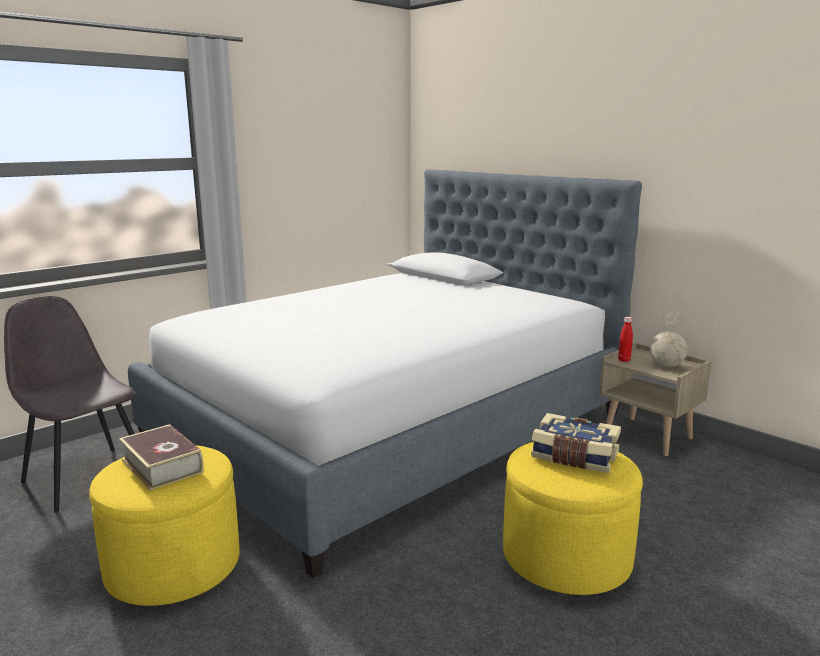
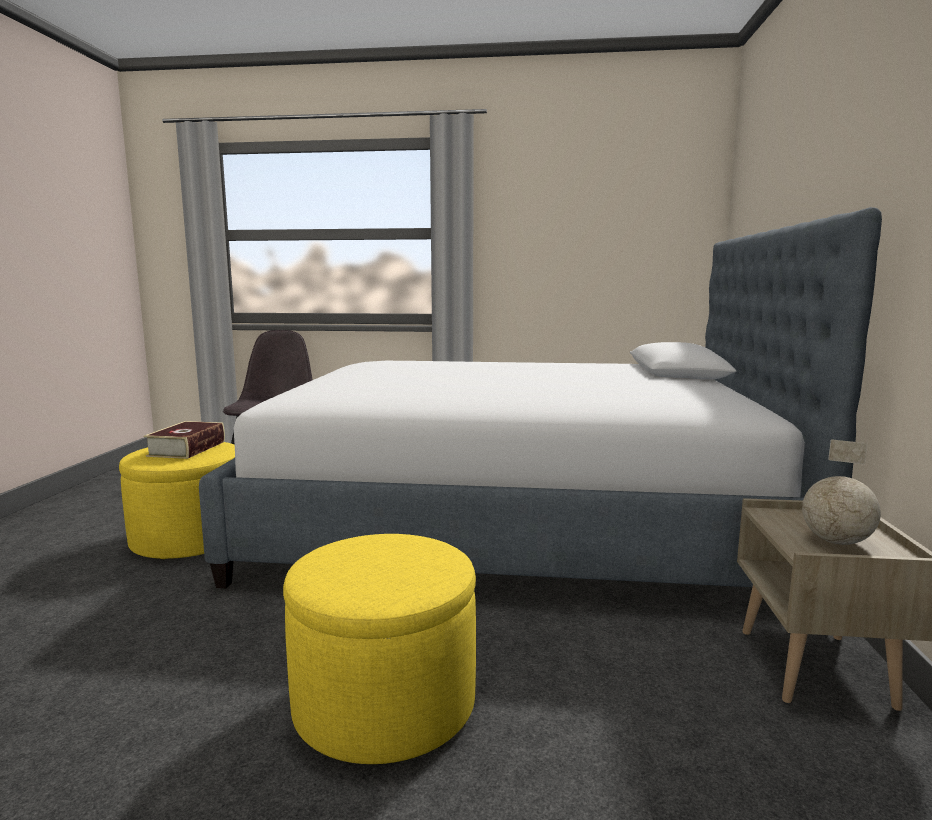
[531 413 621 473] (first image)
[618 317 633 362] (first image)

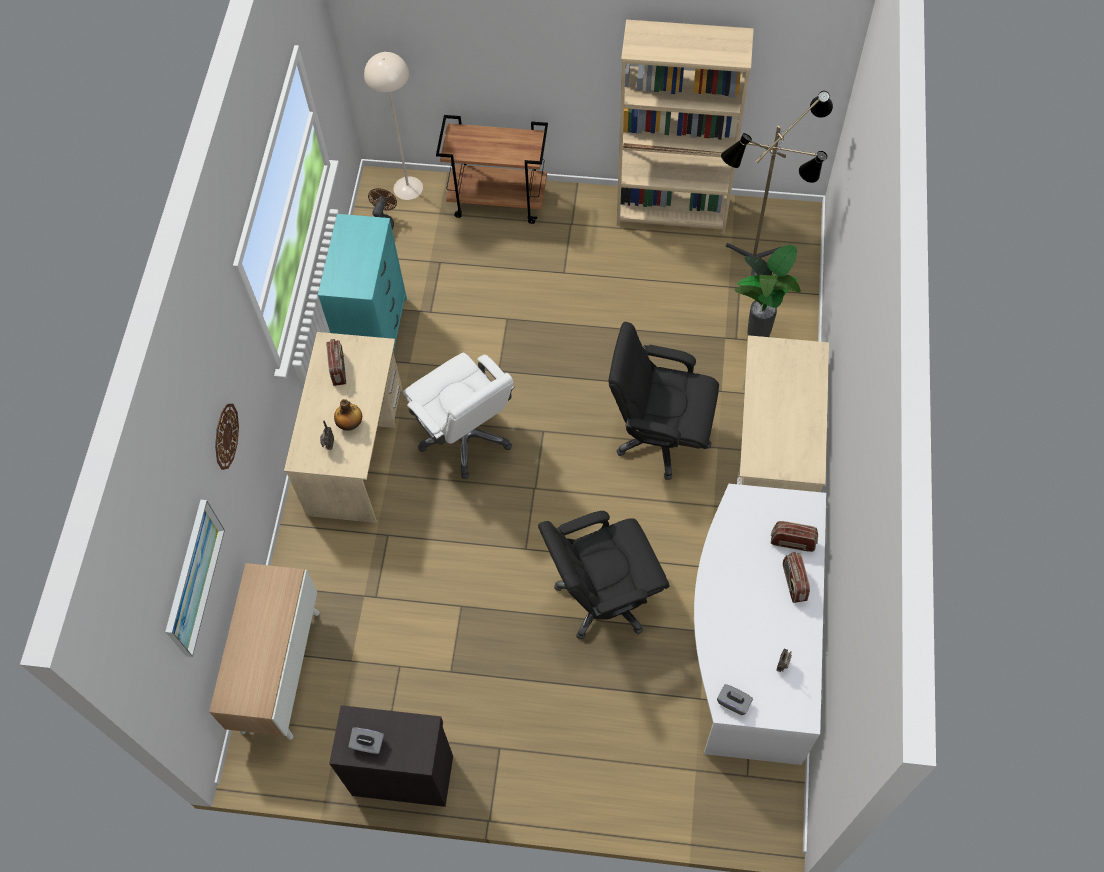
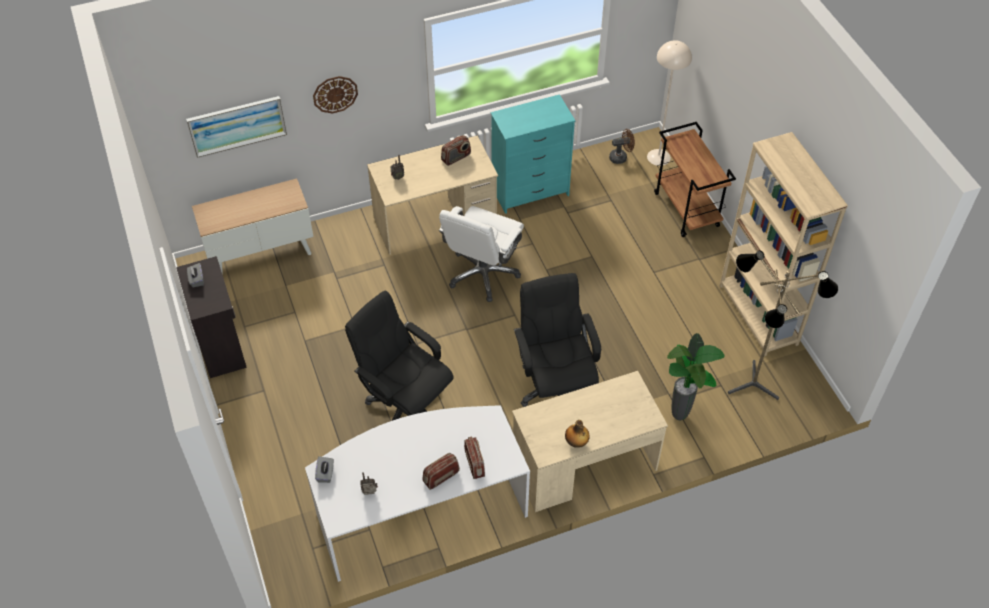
[565 420 590 448]

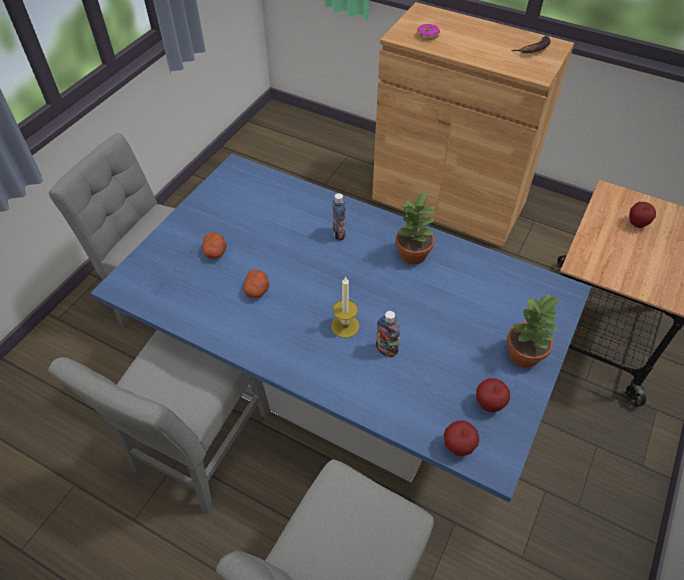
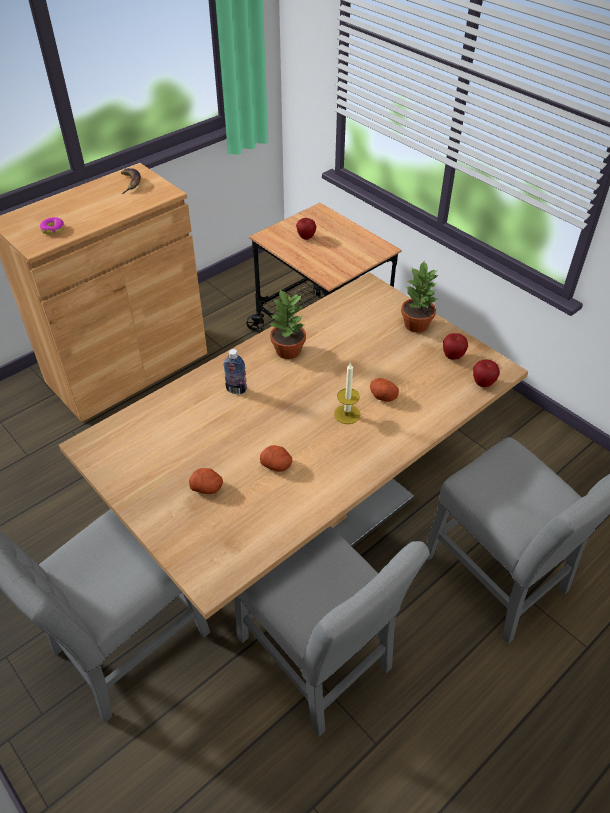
[59 272 528 620]
[370 378 399 402]

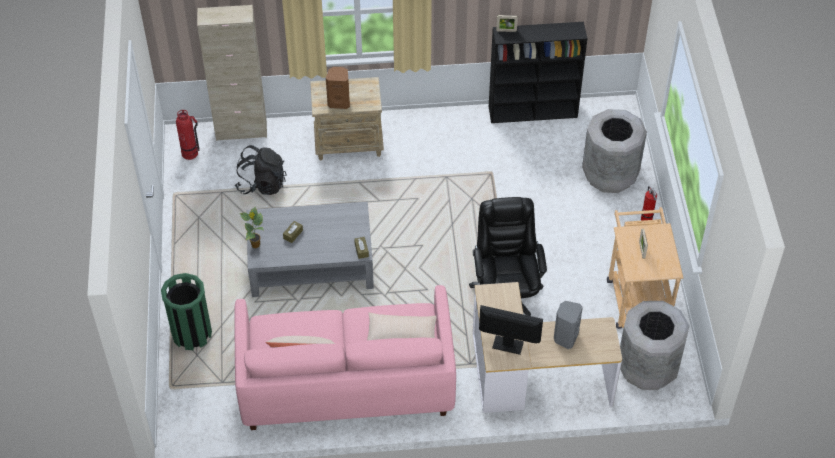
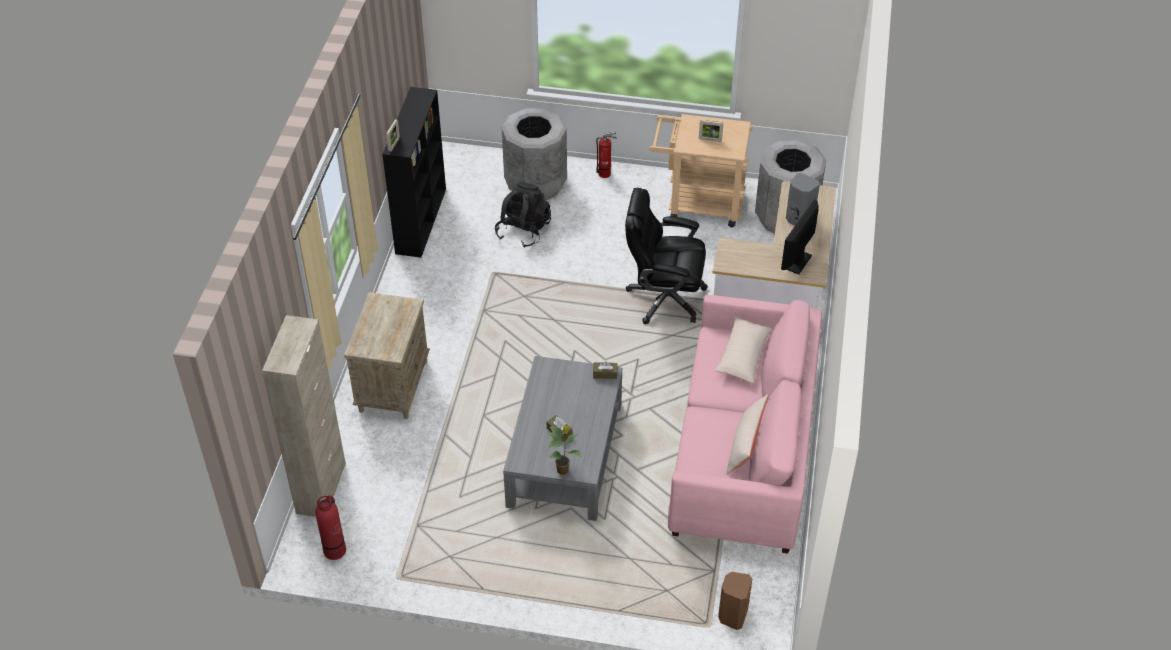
[161 273 212 350] (first image)
[495 182 551 248]
[718 572 752 630]

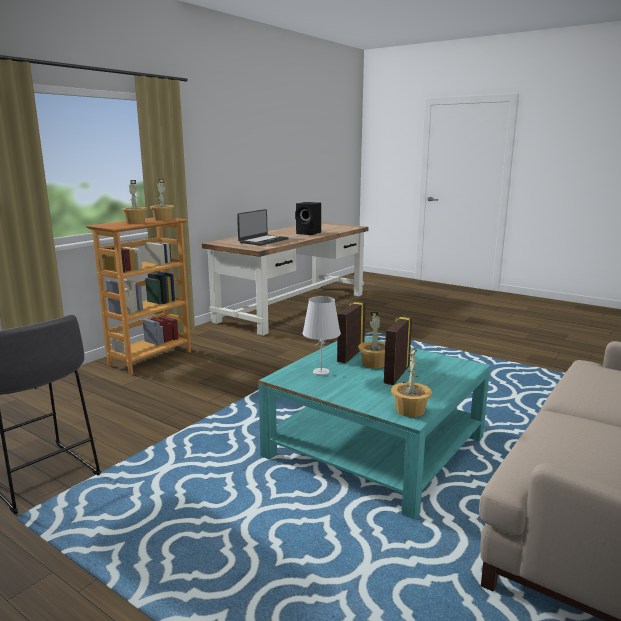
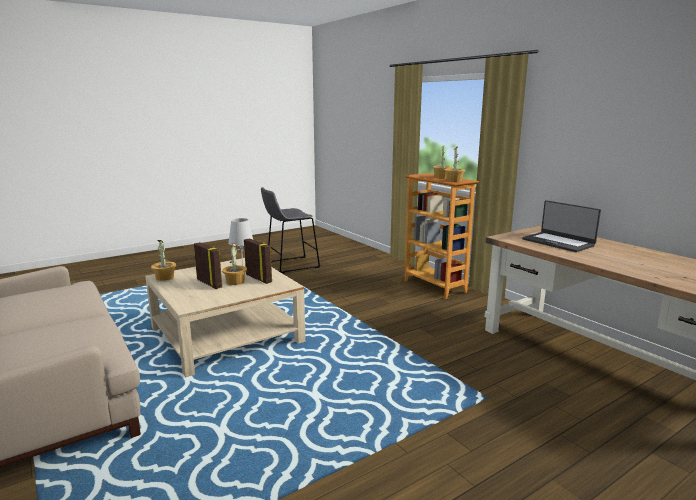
[145 258 306 377]
[295 202 321 235] (first image)

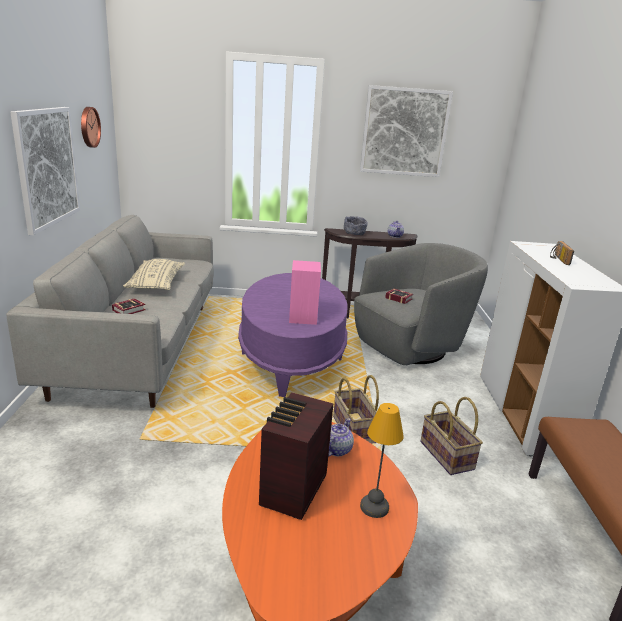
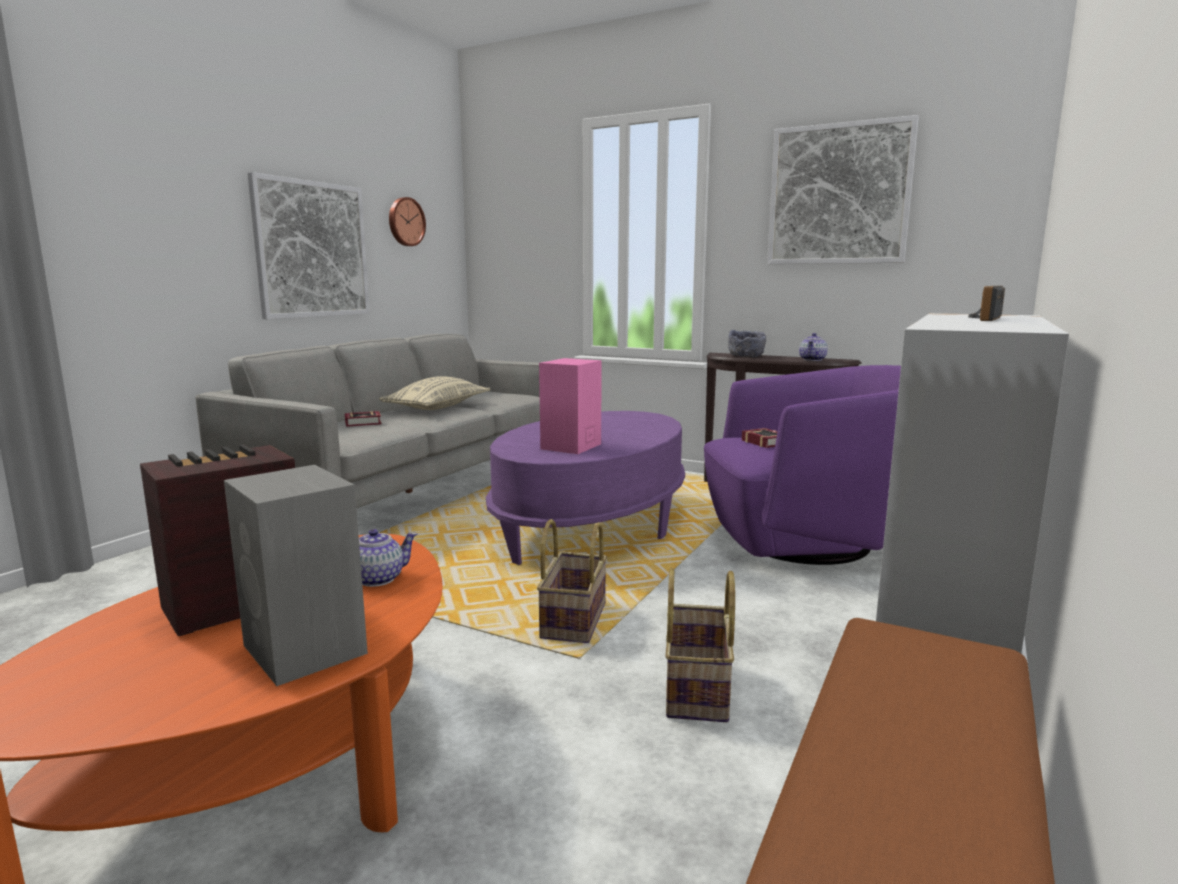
[704 365 901 565]
[224 465 368 686]

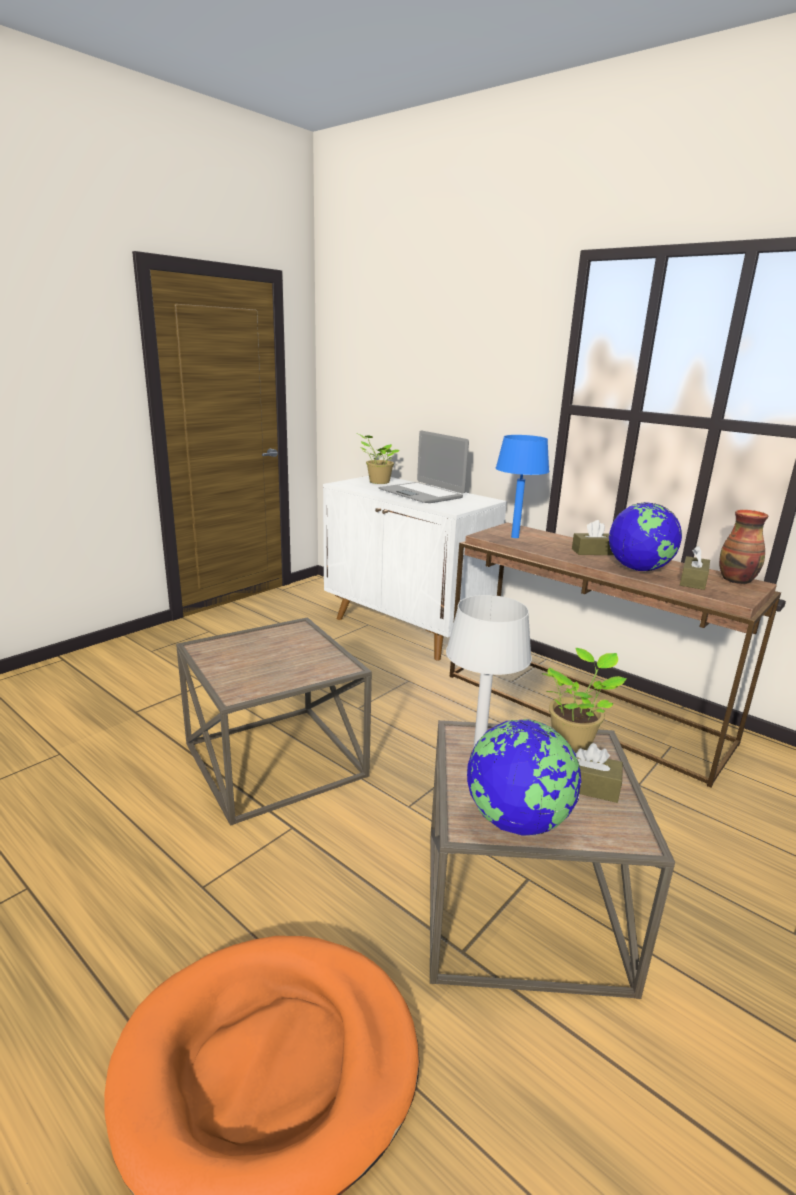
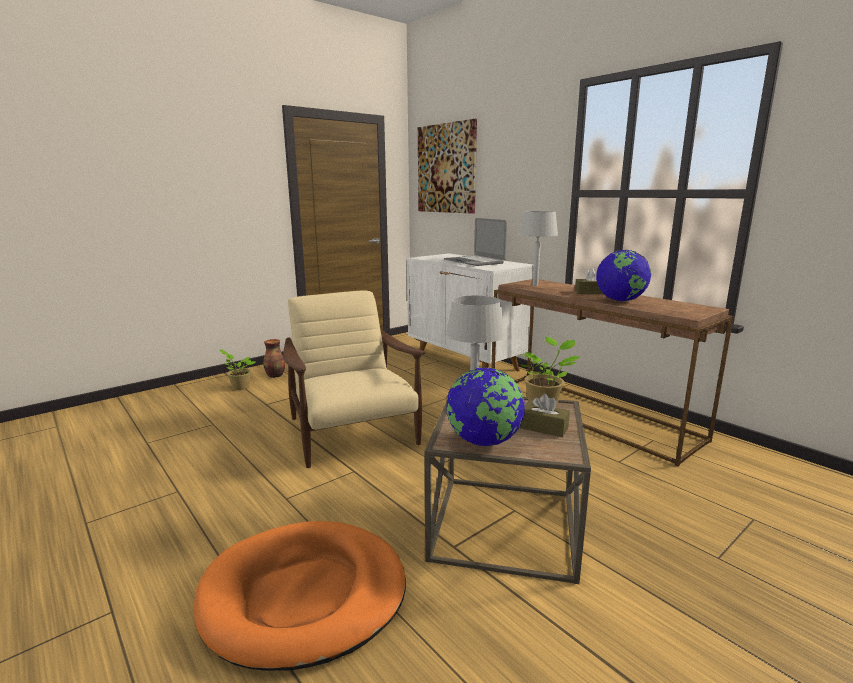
[283 290 426 468]
[219 349 255 390]
[519 211 558 286]
[680 546 710 590] (first image)
[263 339 285 378]
[418 119 477 214]

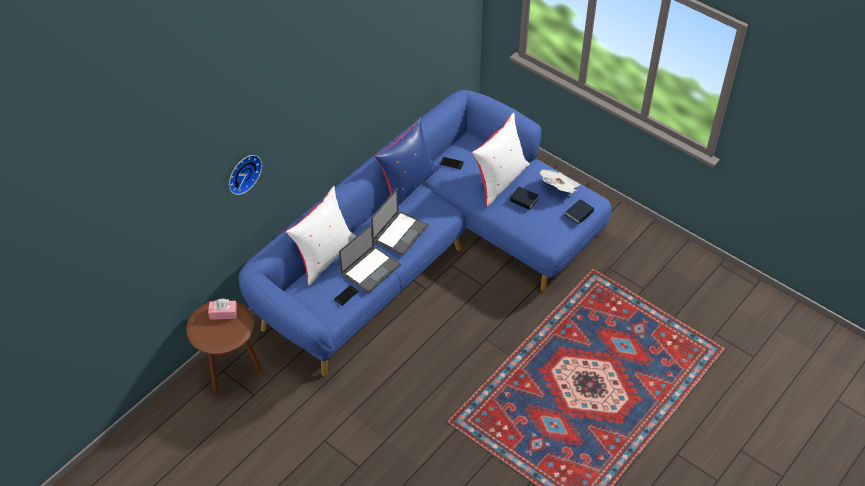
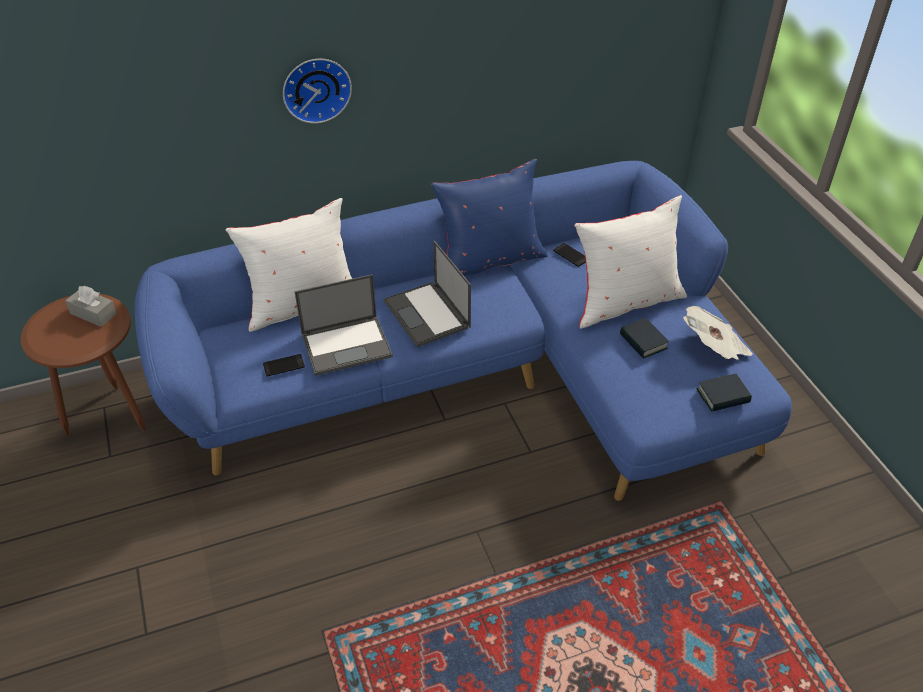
[65 286 117 327]
[283 58 352 124]
[384 241 471 347]

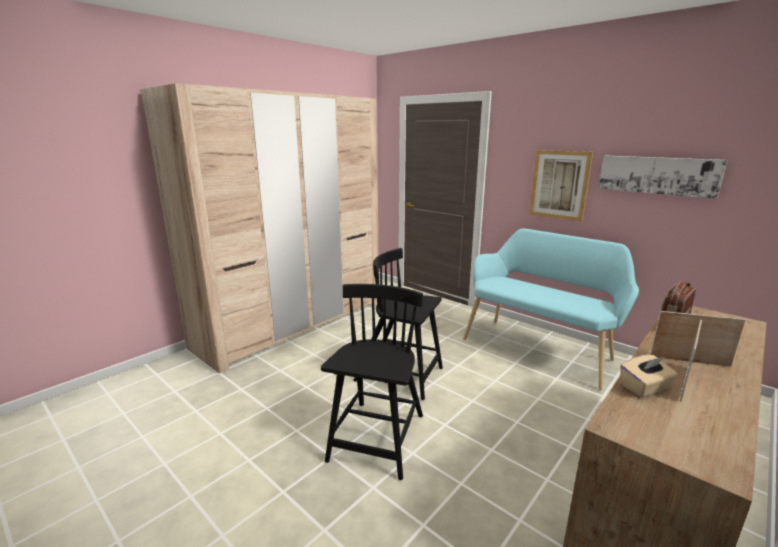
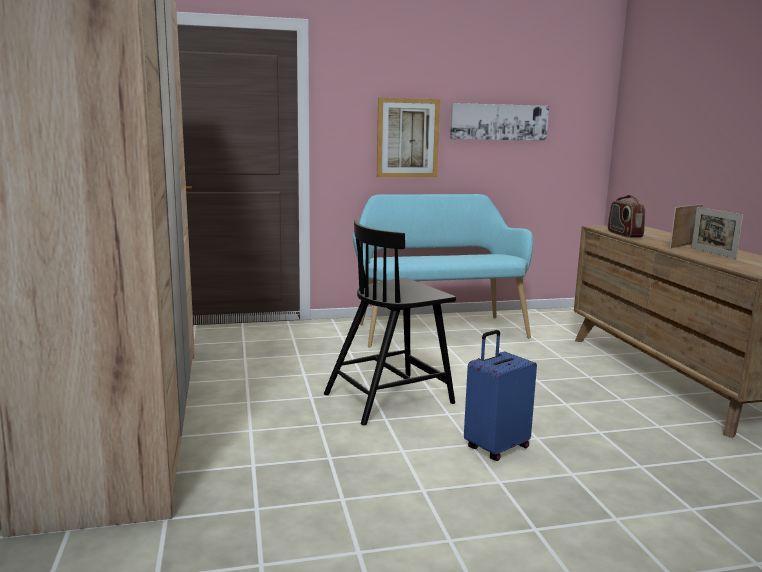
[464 330 537 461]
[620 355 678 397] (first image)

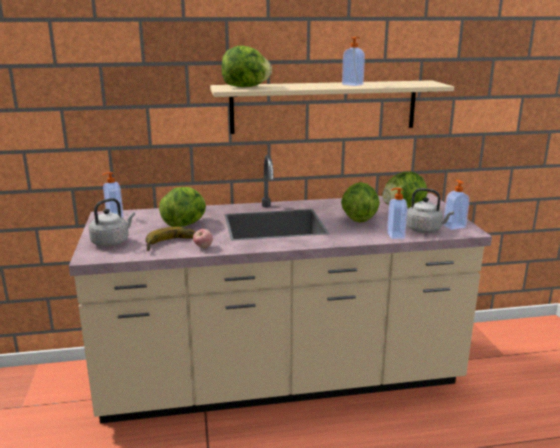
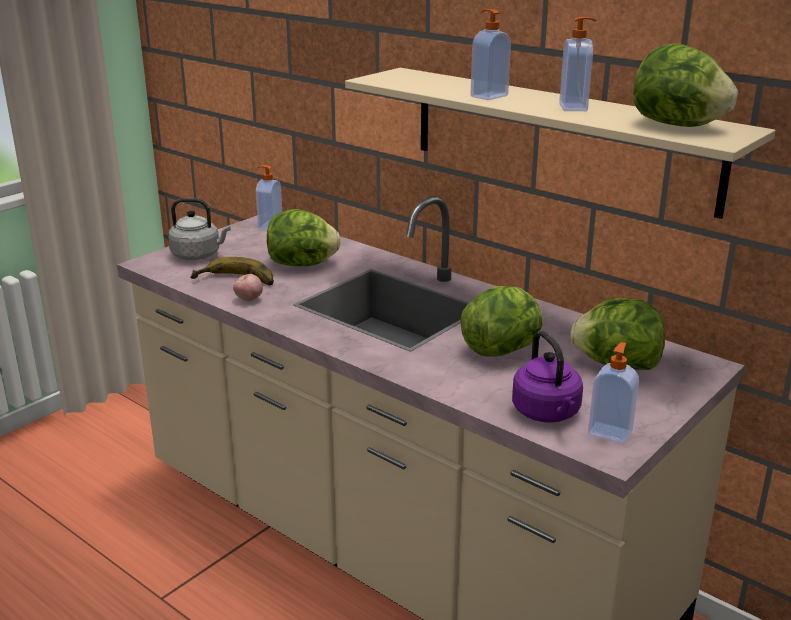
[633 43 738 127]
[470 9 511 100]
[512 331 583 423]

